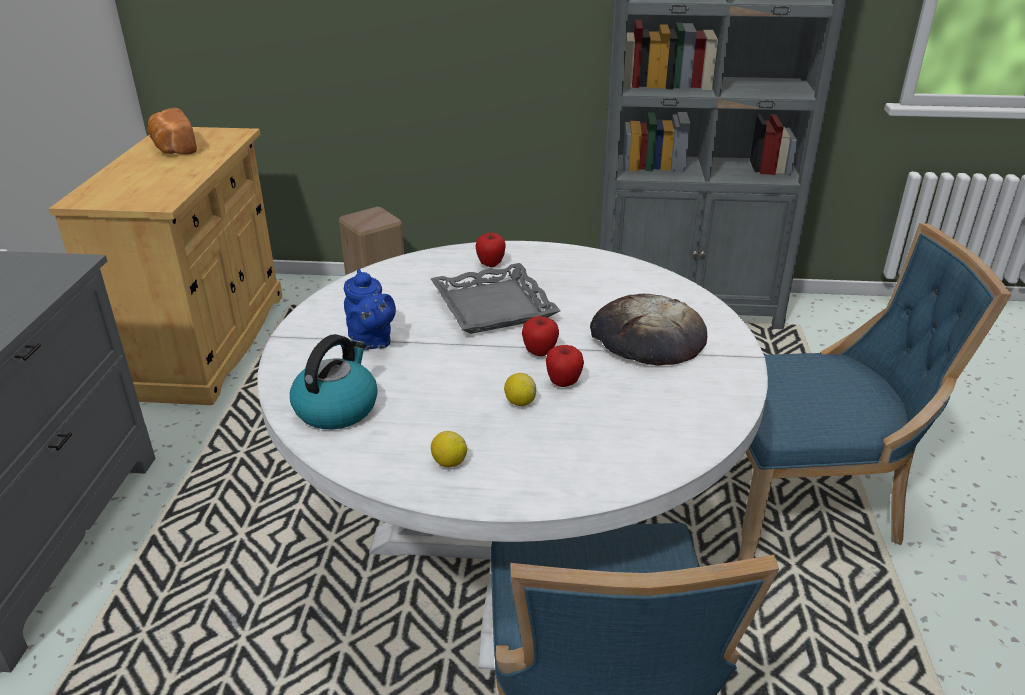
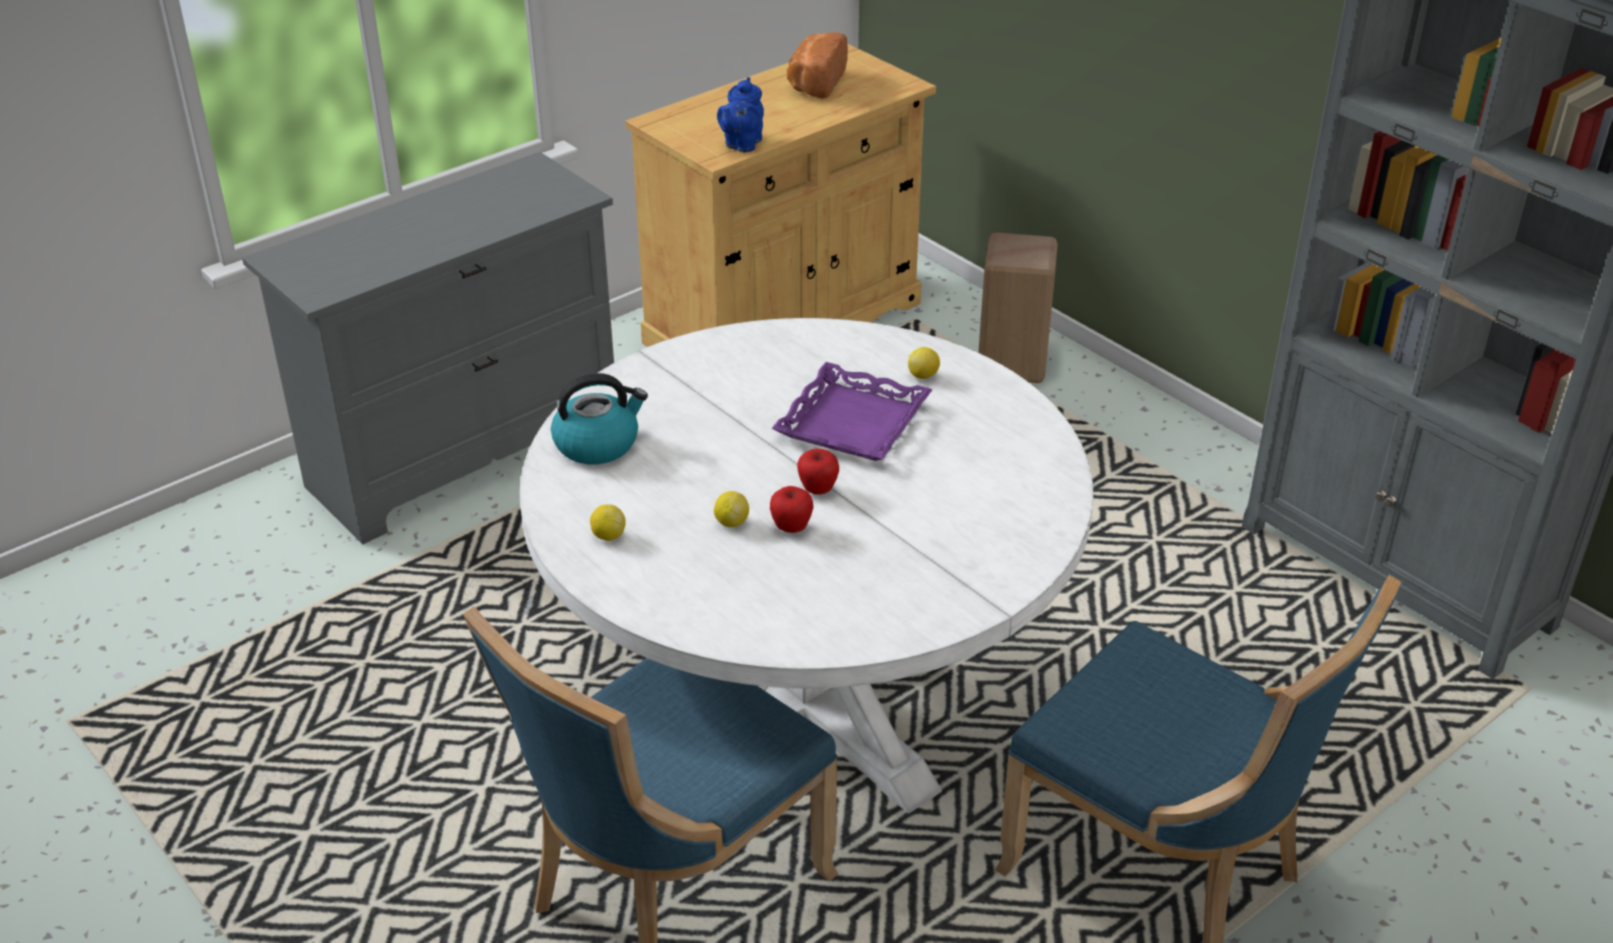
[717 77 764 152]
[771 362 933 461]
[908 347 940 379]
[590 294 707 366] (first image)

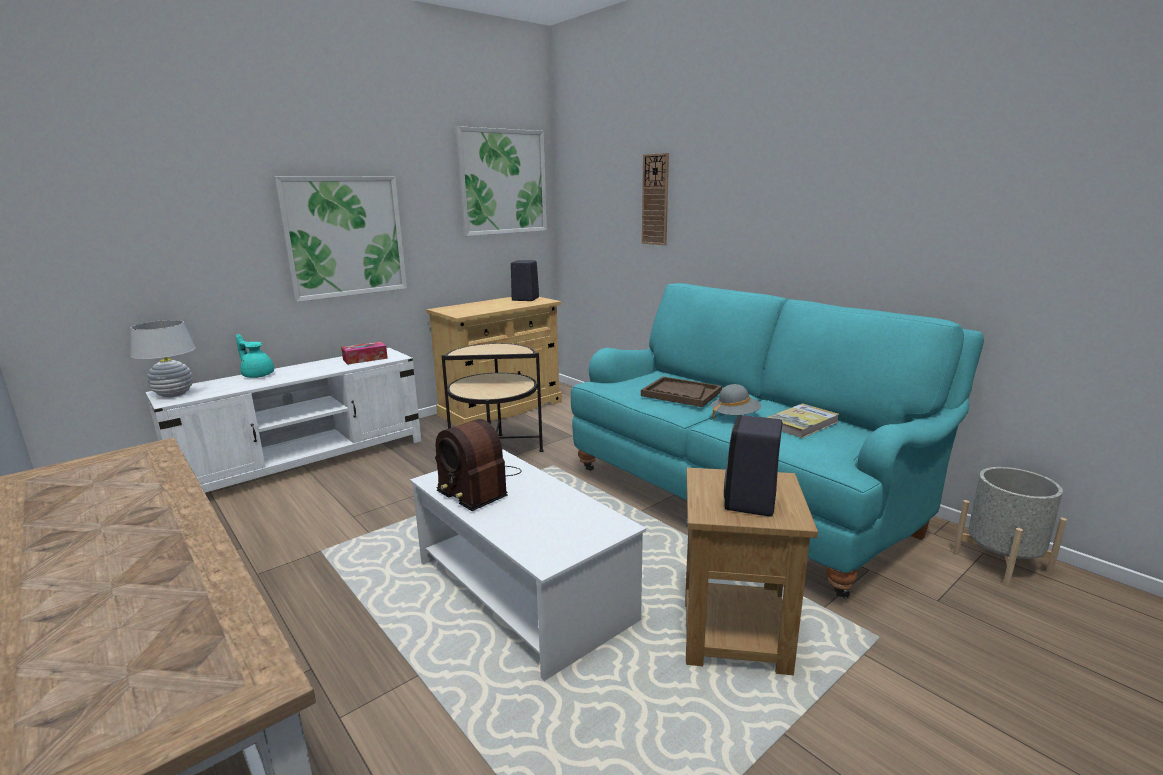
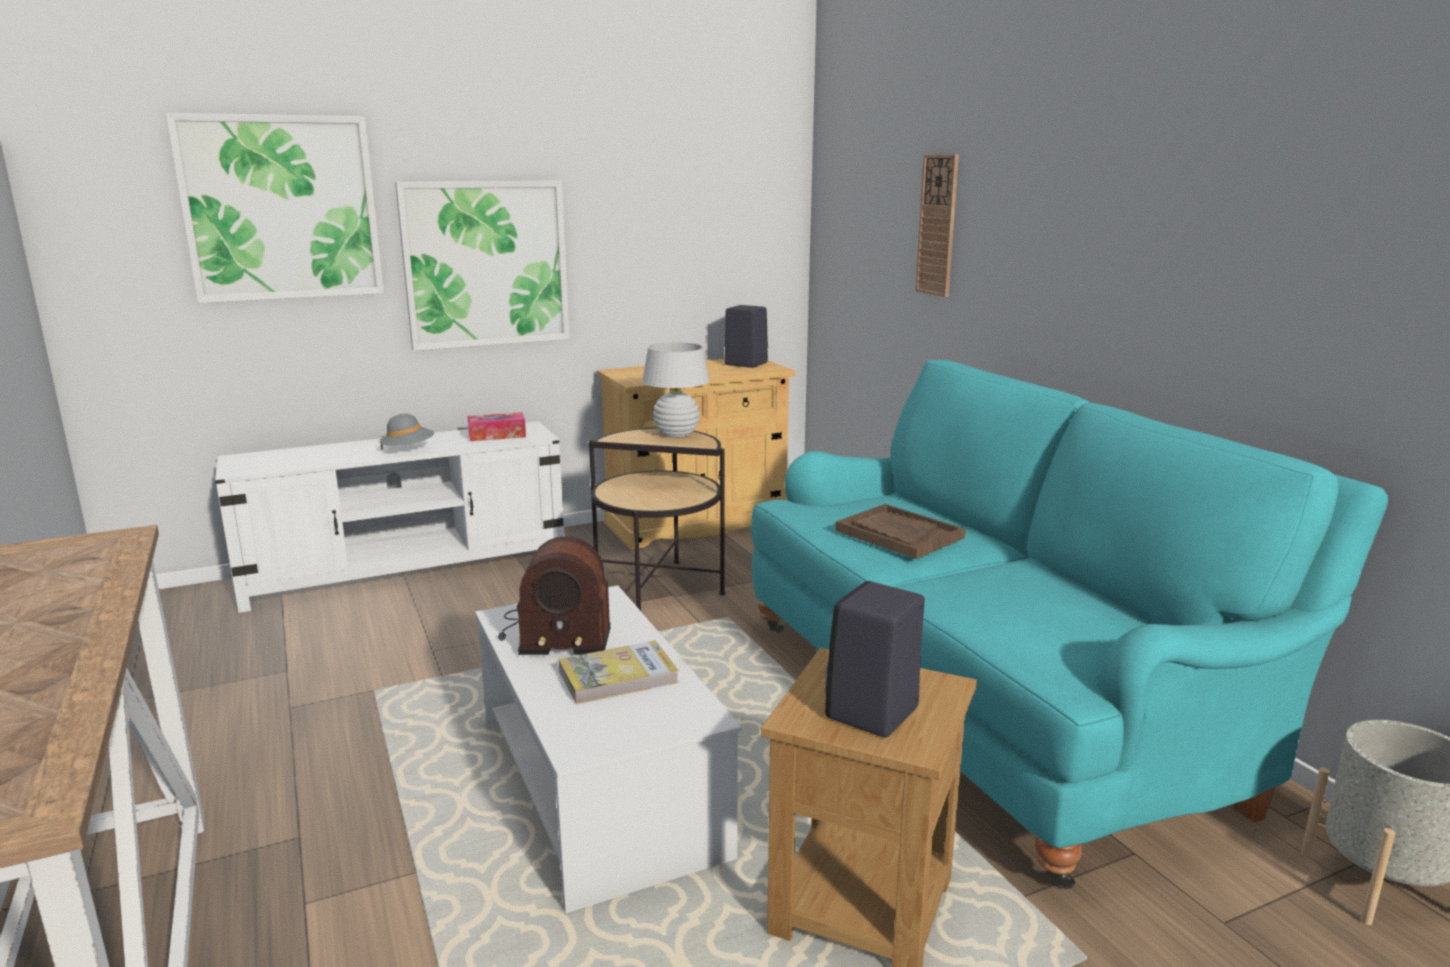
[642 342 710 438]
[236 334 274 378] (first image)
[498 536 611 655]
[166 113 384 303]
[380 414 434 450]
[559 641 679 704]

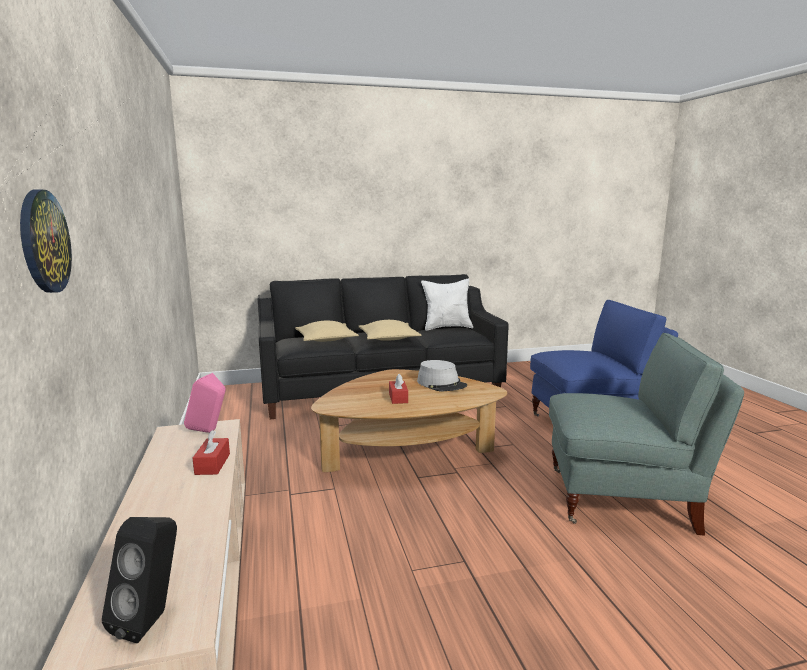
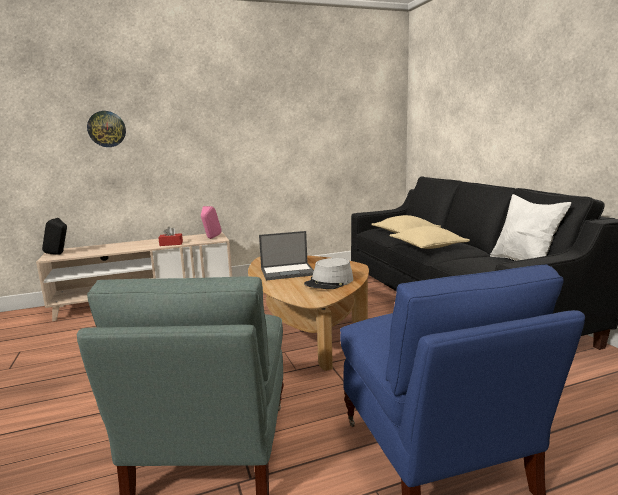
[259 231 314 280]

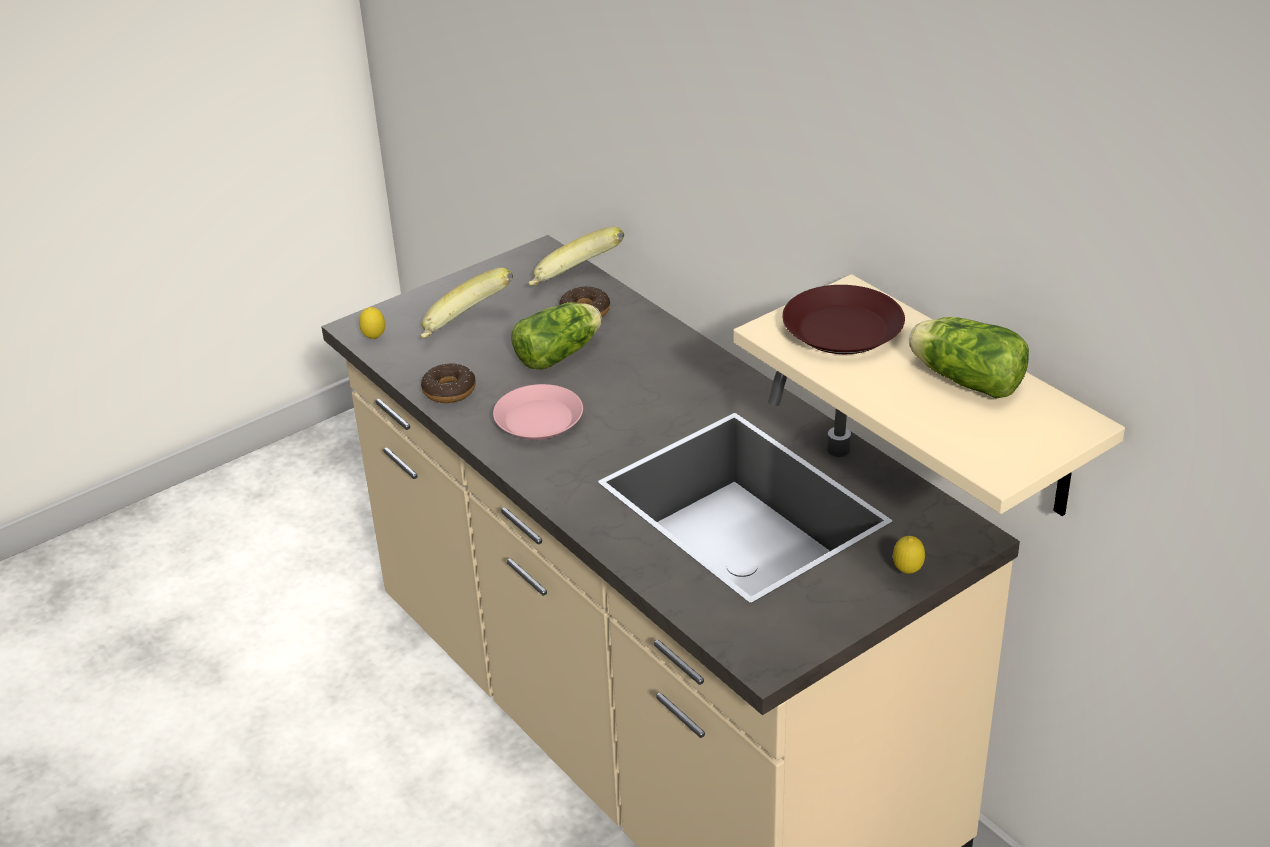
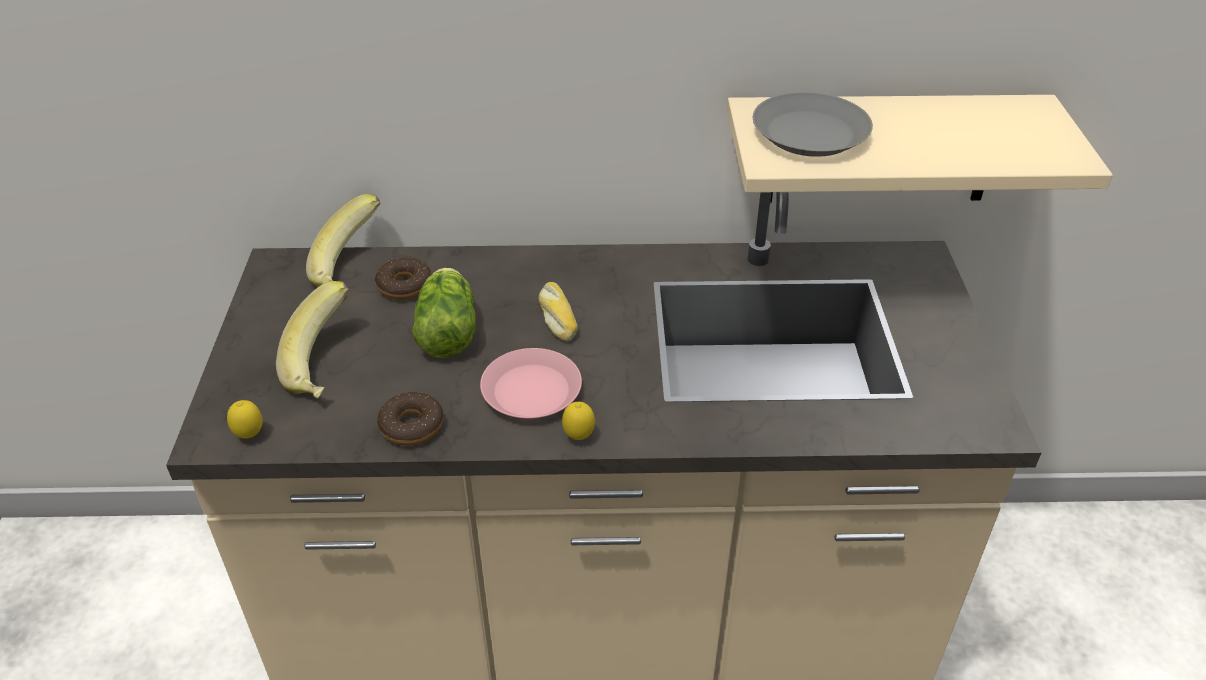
[753 92 873 157]
[562 402 595 440]
[908 317 1029 398] (first image)
[539 282 578 341]

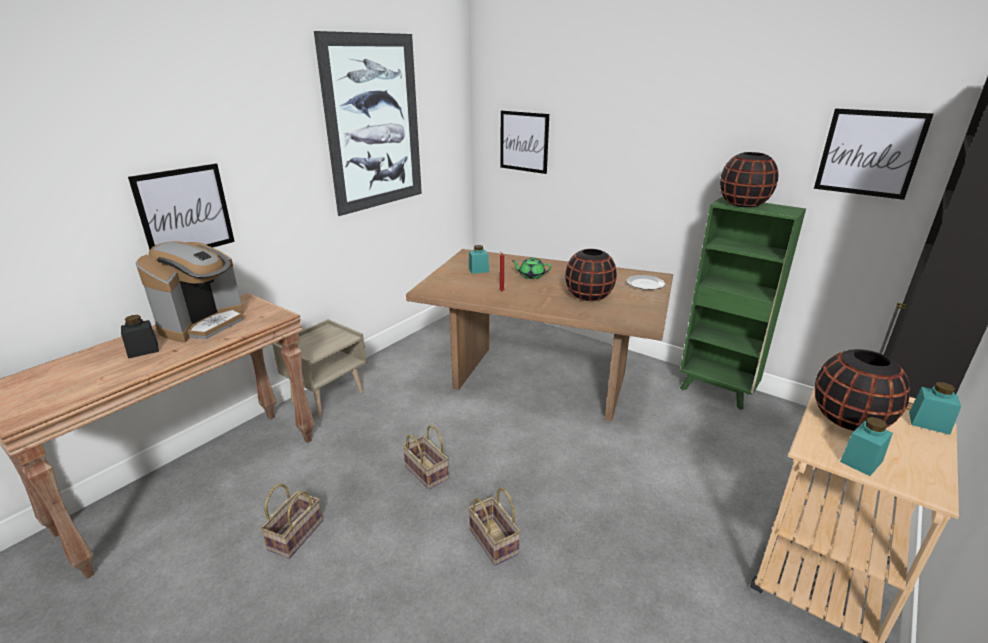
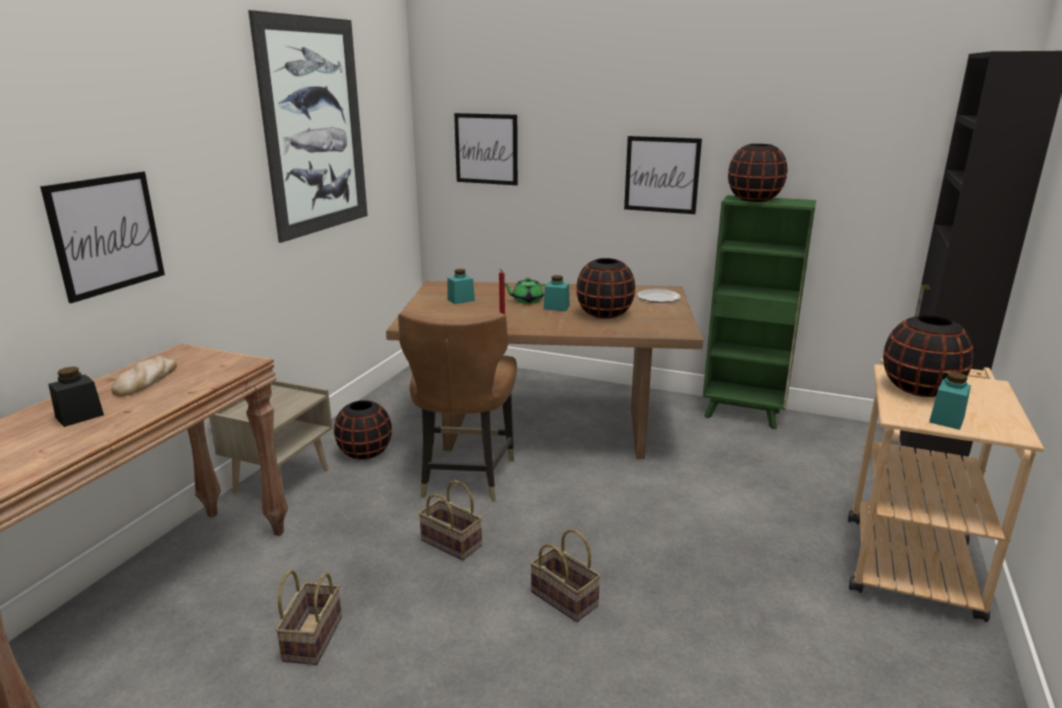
[111 356 177 396]
[624 136 702 214]
[544 275 570 311]
[334 400 392 459]
[398 311 517 501]

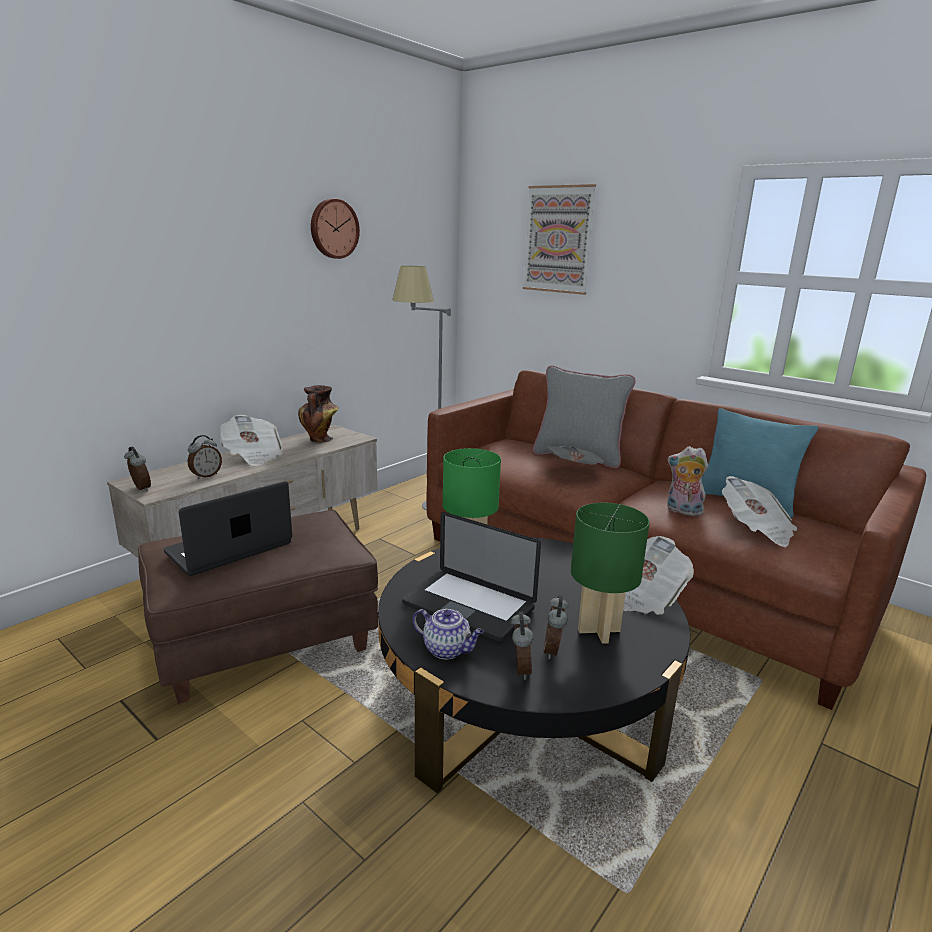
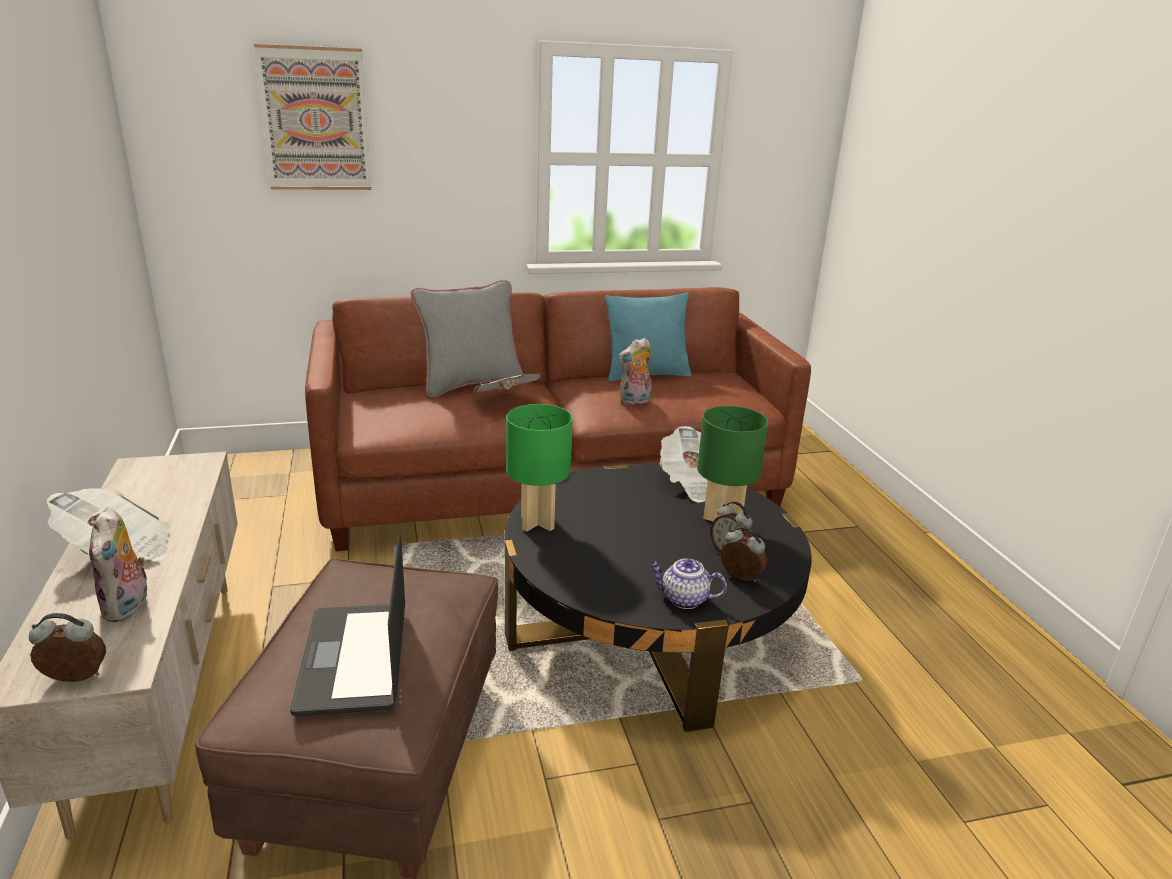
[89 507 147 622]
[298 385 339 443] (first image)
[311 199 360 259] (first image)
[392 266 451 511] (first image)
[402 512 541 642] (first image)
[649 559 727 609]
[722 476 797 547] (first image)

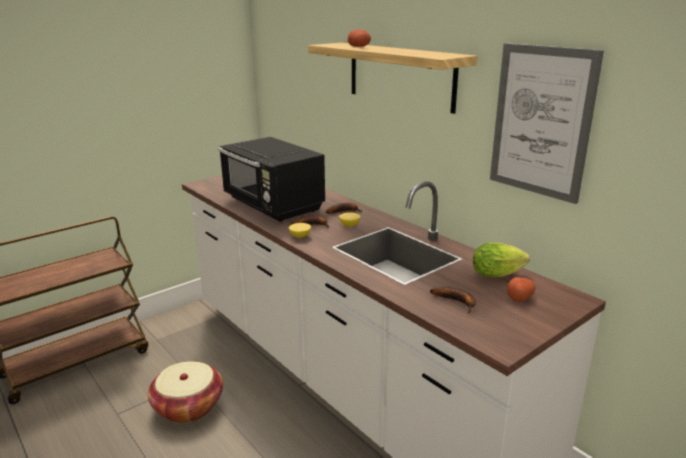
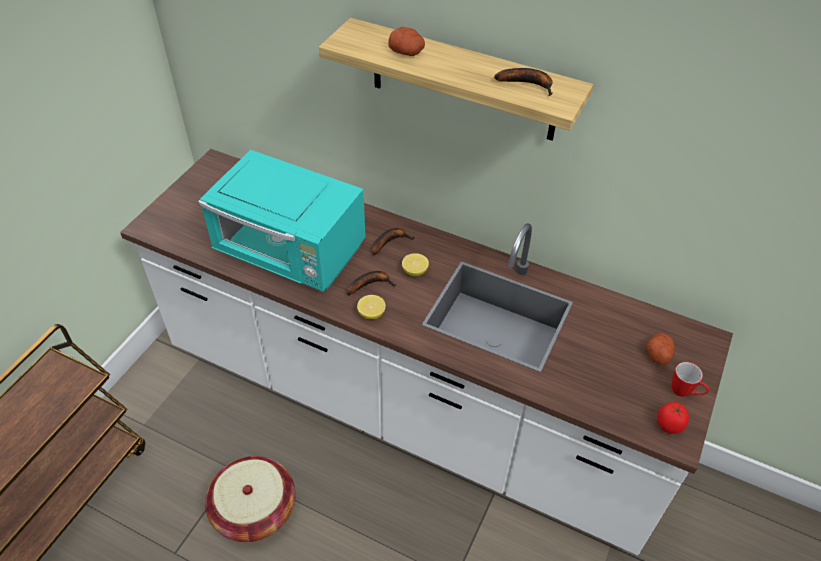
[198 150 365 291]
[494 68 553 96]
[473 243 530 277] (first image)
[490 43 604 204] (first image)
[658 402 689 434]
[672 362 709 397]

